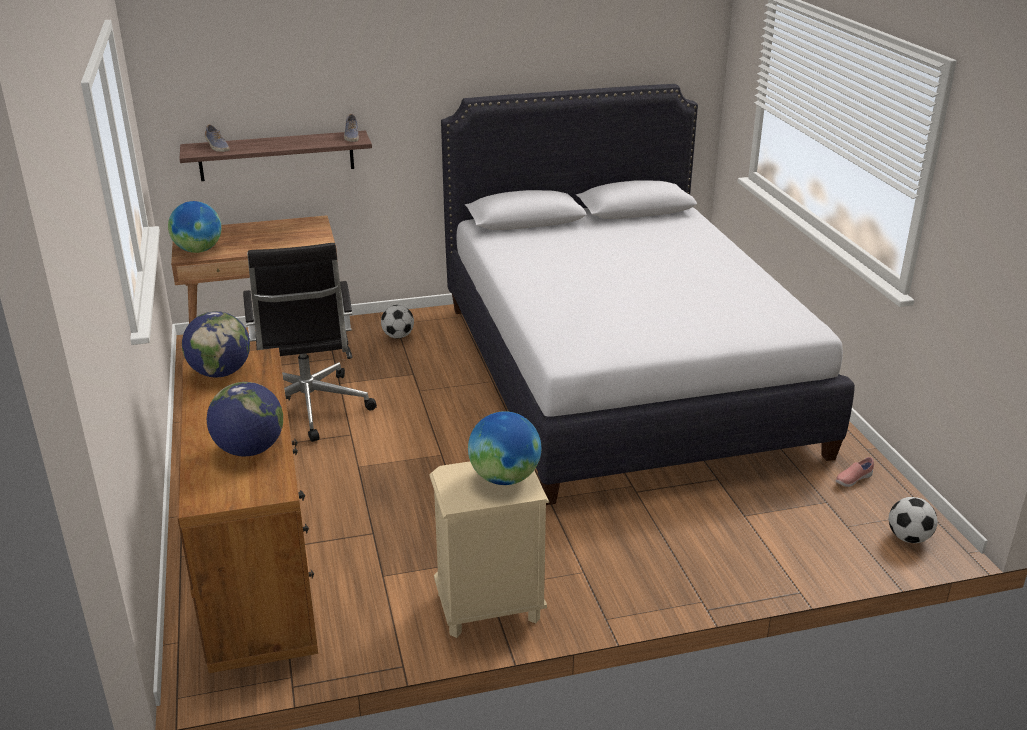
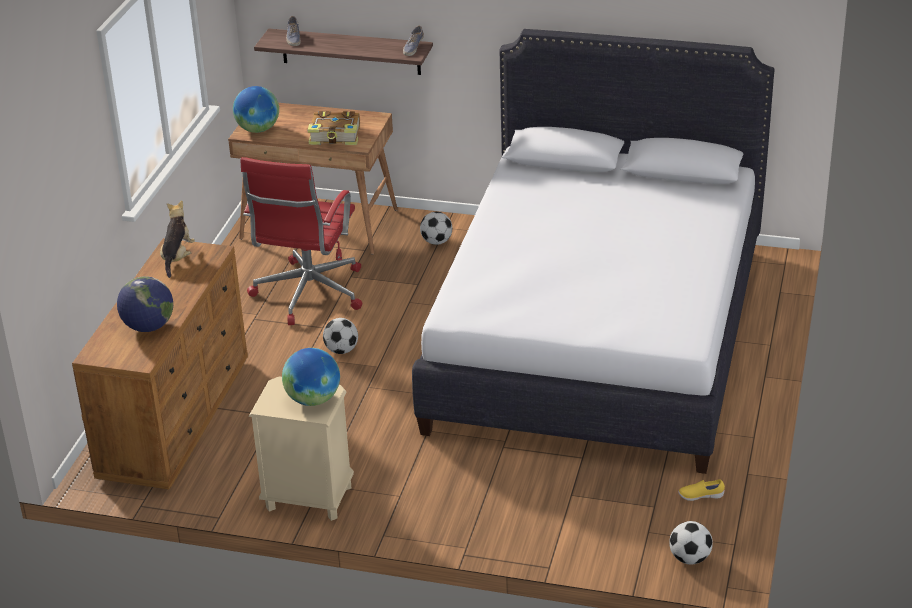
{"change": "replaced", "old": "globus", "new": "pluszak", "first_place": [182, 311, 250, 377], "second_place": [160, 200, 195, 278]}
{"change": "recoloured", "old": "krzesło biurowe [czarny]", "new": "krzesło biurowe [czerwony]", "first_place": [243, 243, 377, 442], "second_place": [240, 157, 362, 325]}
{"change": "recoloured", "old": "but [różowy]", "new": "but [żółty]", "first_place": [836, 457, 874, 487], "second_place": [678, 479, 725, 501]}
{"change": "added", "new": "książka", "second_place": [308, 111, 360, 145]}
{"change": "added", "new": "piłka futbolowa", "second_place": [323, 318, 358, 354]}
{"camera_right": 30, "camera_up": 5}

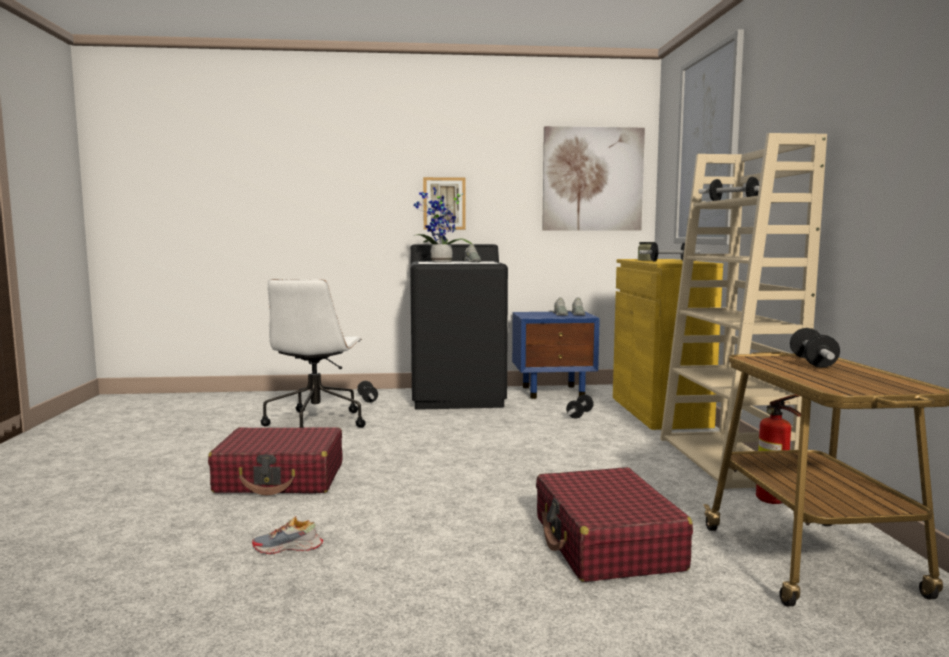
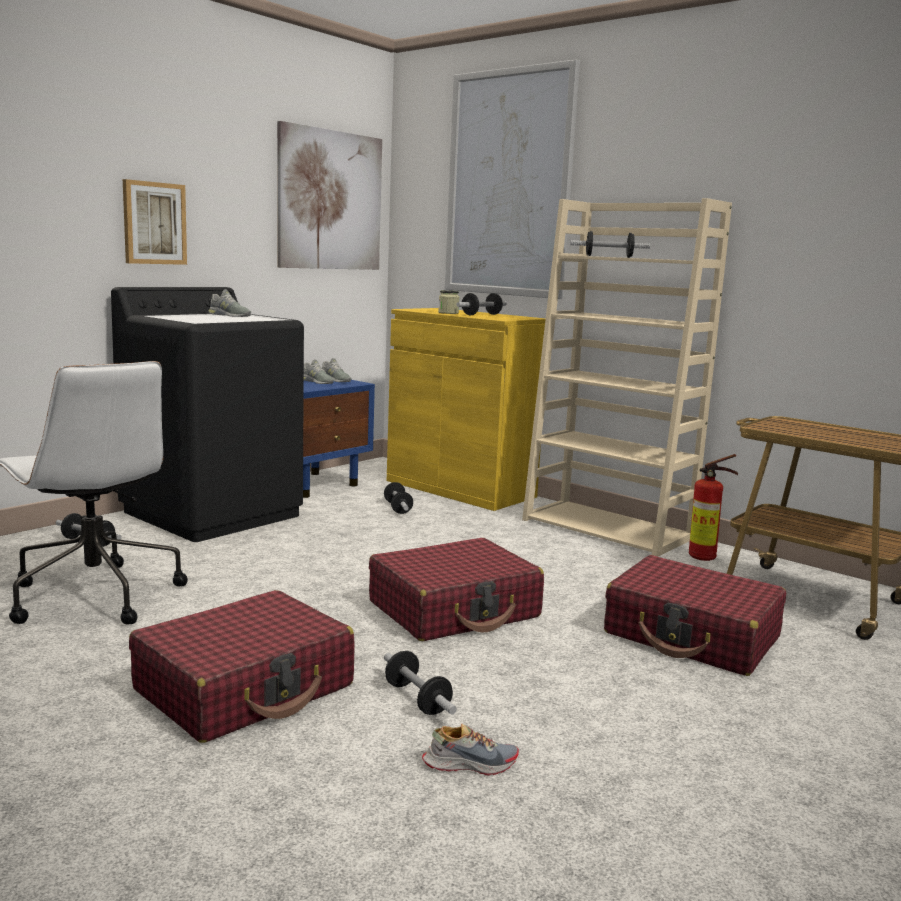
{"change": "turned", "old": "but", "first_place": [252, 516, 323, 554], "second_place": [422, 723, 519, 775], "degrees": -135}
{"change": "removed", "old": "roślina doniczkowa", "first_place": [413, 187, 472, 263]}
{"change": "moved", "old": "hantel", "first_place": [790, 328, 840, 368], "second_place": [384, 651, 457, 715]}
{"change": "added", "new": "walizka [czerwony]", "second_place": [369, 538, 544, 641]}
{"camera_right": -45, "camera_up": 5}

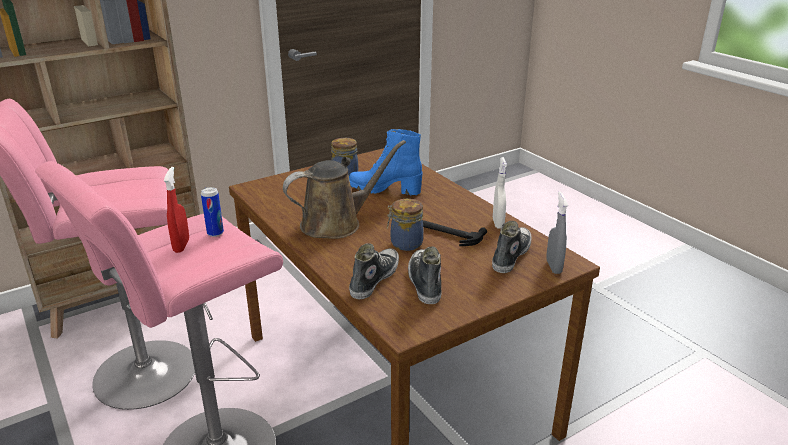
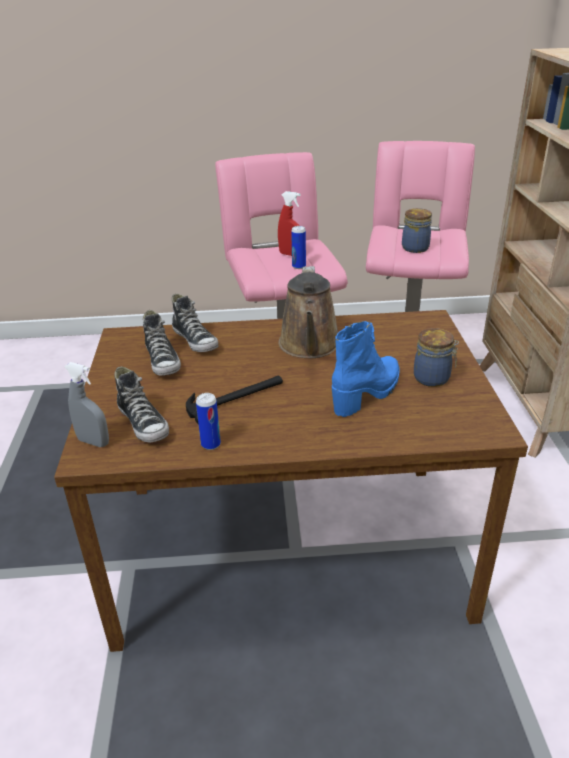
{"change": "moved", "old": "słoik", "first_place": [387, 199, 423, 251], "second_place": [402, 208, 432, 253]}
{"change": "turned", "old": "but", "first_place": [408, 246, 442, 304], "second_place": [143, 310, 181, 376], "degrees": 45}
{"change": "replaced", "old": "spryskiwacz [biały]", "new": "puszka", "first_place": [493, 157, 507, 229], "second_place": [196, 393, 221, 450]}
{"camera_right": 120, "camera_up": 5}

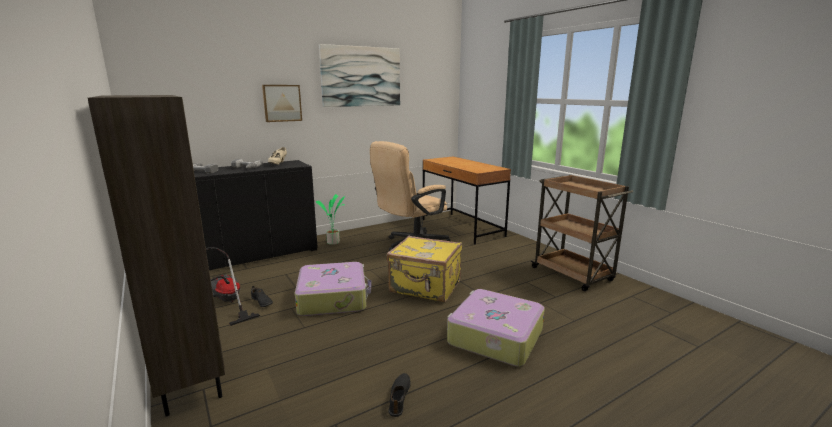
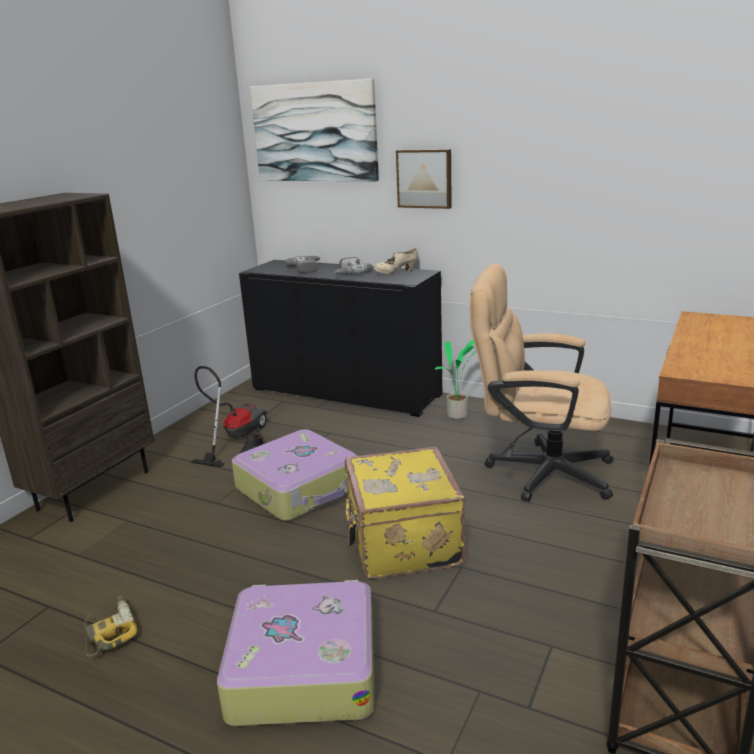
{"change": "moved", "old": "obraz", "first_place": [319, 44, 400, 107], "second_place": [250, 79, 379, 181]}
{"change": "replaced", "old": "but [czarny]", "new": "wiertarka", "first_place": [388, 373, 411, 417], "second_place": [84, 596, 137, 657]}
{"camera_right": 60, "camera_up": 5}

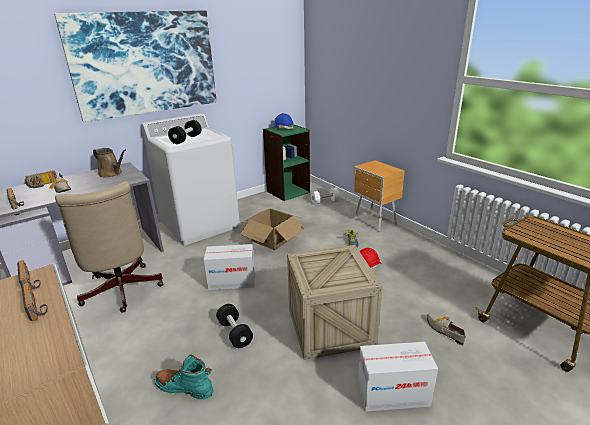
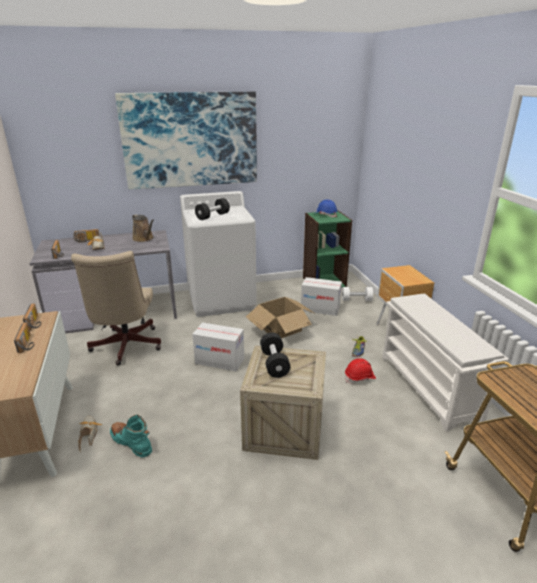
{"change": "moved", "old": "hantel [czarny]", "first_place": [216, 304, 253, 348], "second_place": [260, 332, 290, 378]}
{"change": "moved", "old": "karton", "first_place": [358, 342, 438, 412], "second_place": [301, 277, 342, 316]}
{"change": "moved", "old": "but", "first_place": [427, 313, 465, 346], "second_place": [78, 416, 102, 452]}
{"change": "added", "new": "regał na buty [biały]", "second_place": [382, 294, 509, 432]}
{"camera_right": 20, "camera_up": 0}

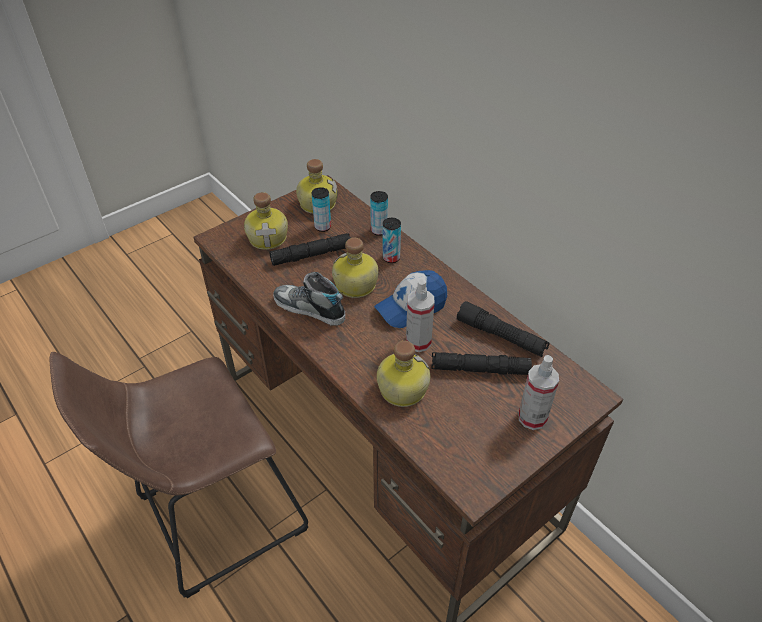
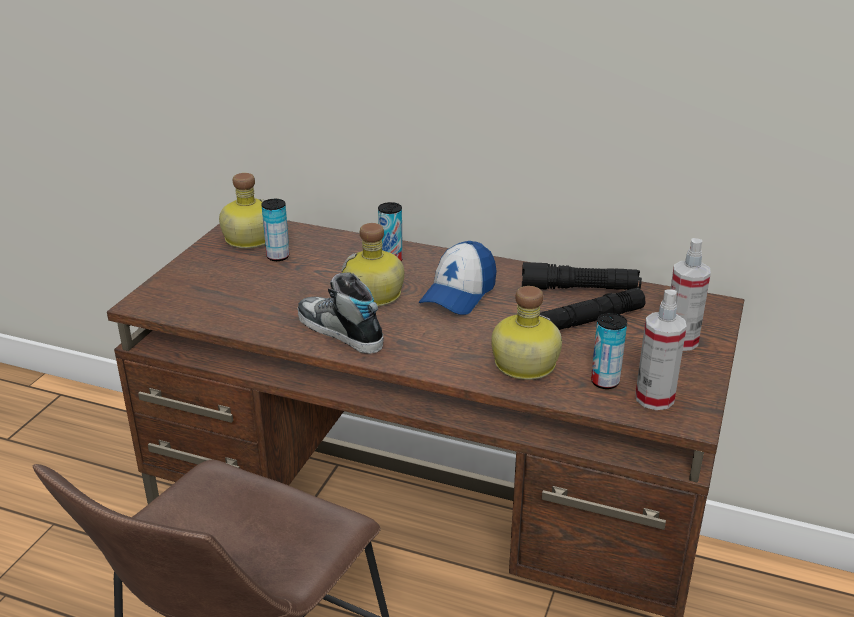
{"change": "removed", "old": "butelka", "first_place": [244, 192, 288, 250]}
{"change": "removed", "old": "latarka [czarny]", "first_place": [269, 233, 351, 266]}
{"change": "turned", "old": "but", "first_place": [273, 272, 345, 326], "second_place": [297, 273, 384, 354], "degrees": 45}
{"change": "moved", "old": "puszka", "first_place": [370, 191, 388, 236], "second_place": [591, 313, 627, 389]}
{"change": "moved", "old": "spryskiwacz", "first_place": [406, 279, 435, 352], "second_place": [636, 289, 687, 410]}
{"camera_right": -30, "camera_up": -15}

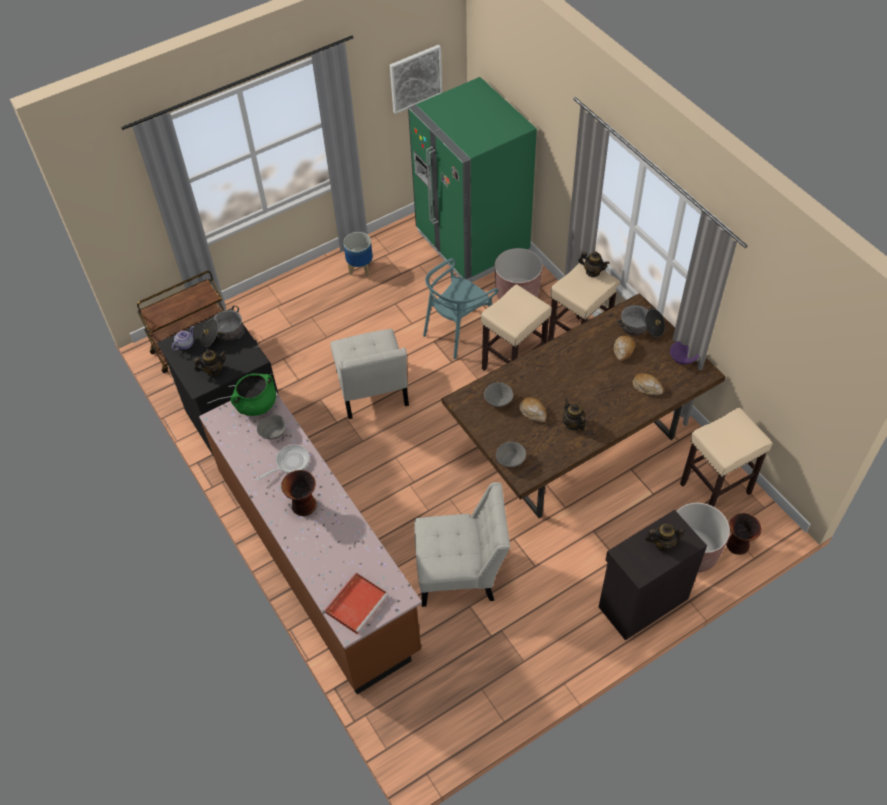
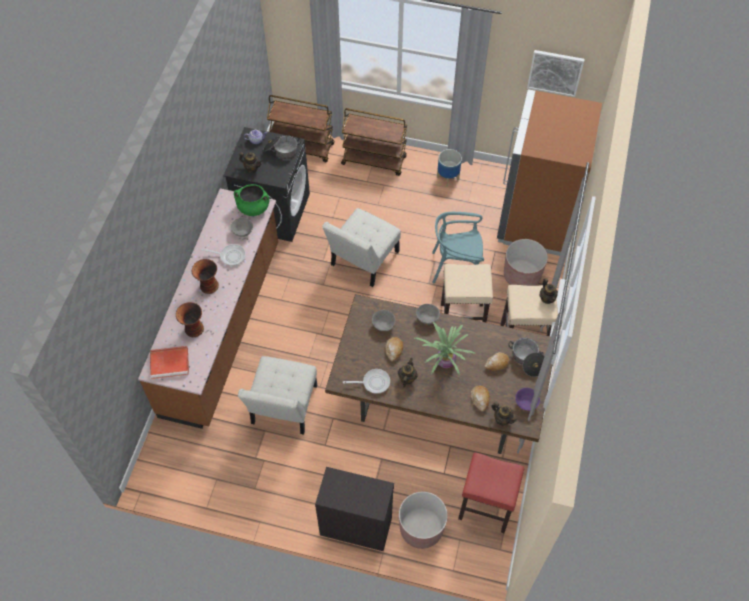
{"change": "recoloured", "old": "lodówka [zielony]", "new": "lodówka [brązowy]", "first_place": [408, 77, 537, 282], "second_place": [497, 89, 602, 256]}
{"change": "turned", "old": "krzesło [biały]", "first_place": [414, 482, 510, 607], "second_place": [238, 356, 317, 435], "degrees": 60}
{"change": "moved", "old": "miska [szary]", "first_place": [496, 442, 526, 467], "second_place": [416, 304, 440, 324]}
{"change": "moved", "old": "imbryk", "first_place": [645, 524, 686, 551], "second_place": [491, 402, 517, 425]}
{"change": "recoloured", "old": "stołek [beżowy]", "new": "stołek [czerwony]", "first_place": [680, 407, 773, 507], "second_place": [458, 452, 524, 533]}
{"change": "moved", "old": "wazon", "first_place": [726, 513, 762, 555], "second_place": [176, 302, 204, 337]}
{"change": "added", "new": "wózek [brązowy]", "second_place": [341, 108, 407, 176]}
{"change": "added", "new": "patelnia", "second_place": [343, 369, 390, 394]}
{"change": "added", "new": "roślina doniczkowa", "second_place": [415, 322, 475, 376]}
{"camera_right": 45, "camera_up": 5}

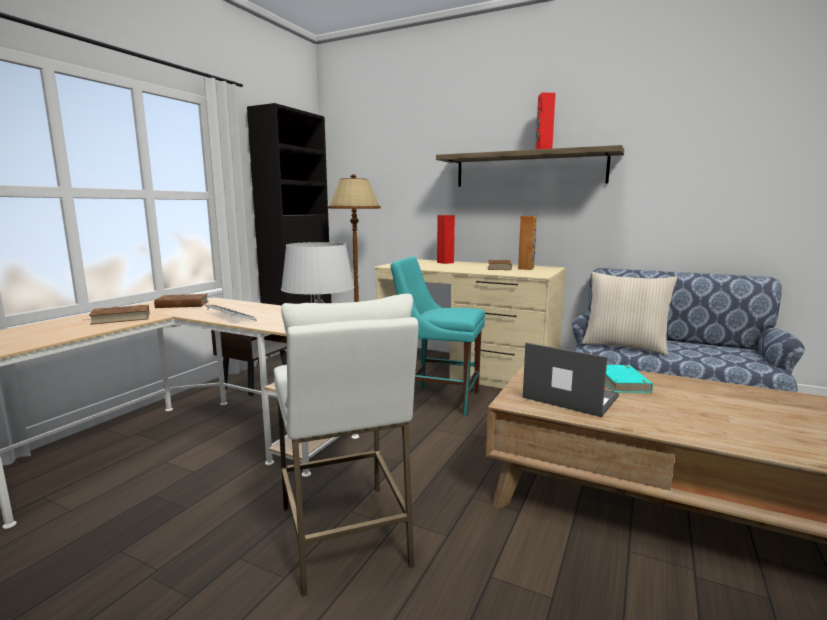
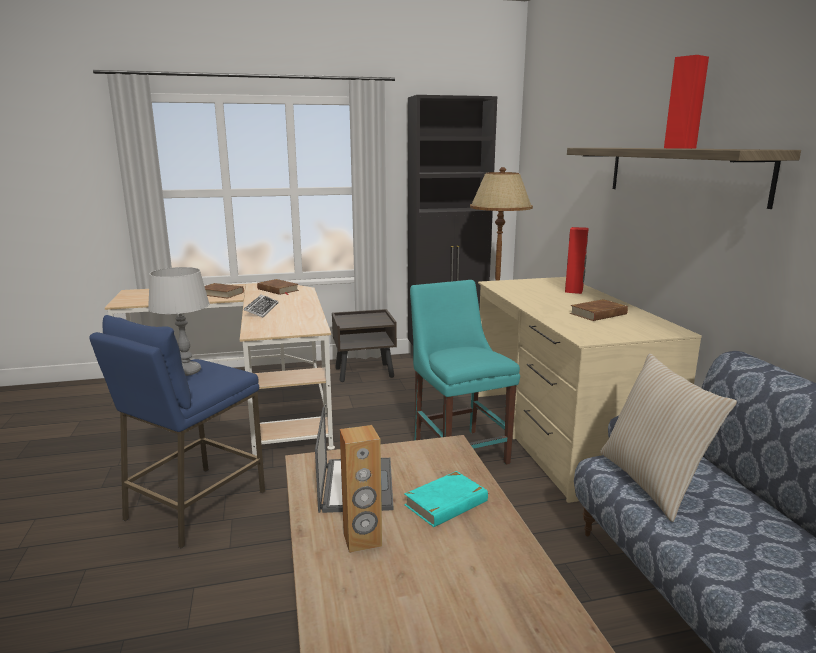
{"change": "recoloured", "old": "stołek [biały]", "new": "stołek [niebieski]", "first_place": [274, 294, 419, 596], "second_place": [89, 315, 265, 548]}
{"change": "moved", "old": "głośnik [brązowy]", "first_place": [518, 216, 537, 270], "second_place": [340, 425, 382, 553]}
{"camera_right": 50, "camera_up": 5}

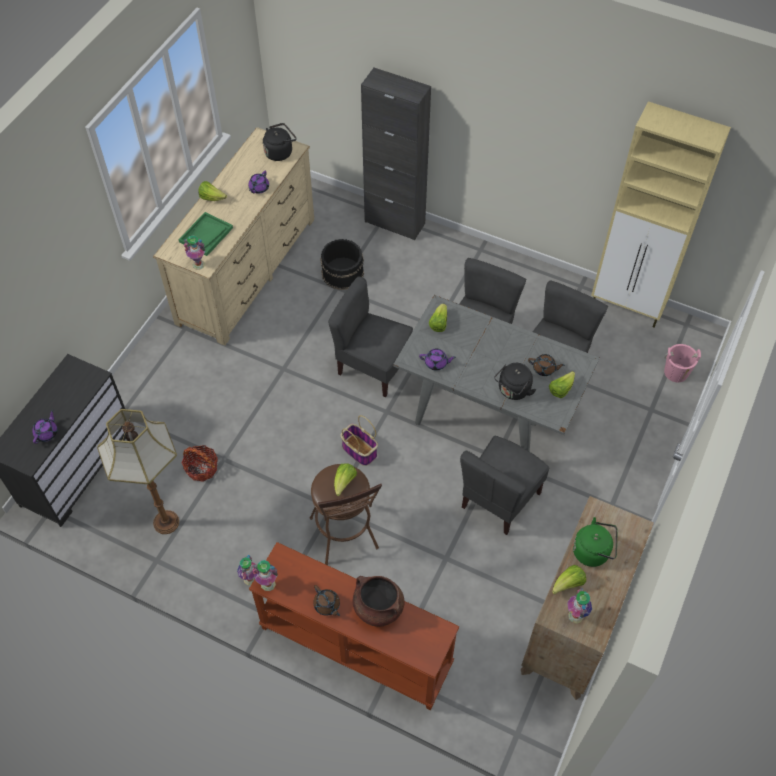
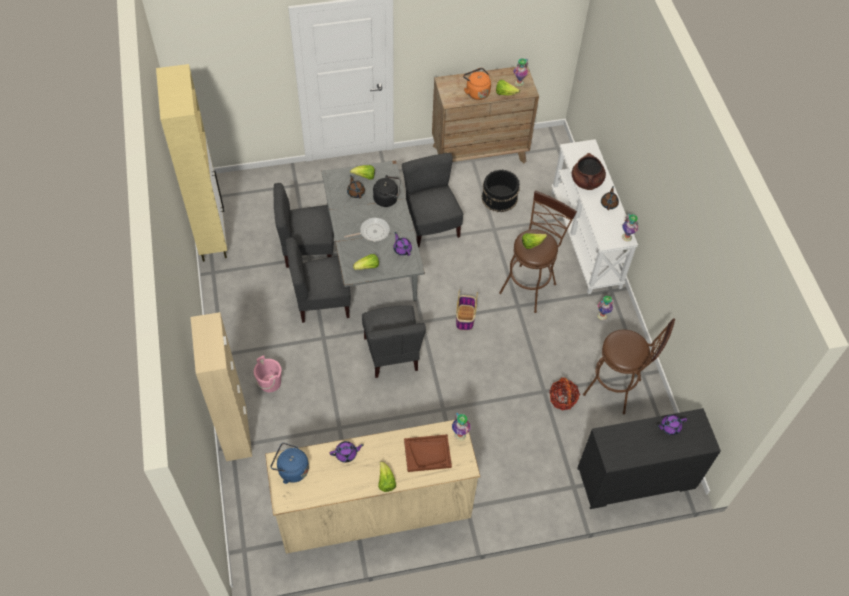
{"change": "replaced", "old": "lampa stojąca", "new": "stołek [brązowy]", "first_place": [97, 409, 179, 534], "second_place": [583, 318, 675, 414]}
{"change": "recoloured", "old": "taca [zielony]", "new": "taca [brązowy]", "first_place": [179, 212, 233, 256], "second_place": [404, 434, 452, 472]}
{"change": "recoloured", "old": "stolik konsolowy [brązowy]", "new": "stolik konsolowy [biały]", "first_place": [249, 542, 459, 711], "second_place": [551, 139, 638, 294]}
{"change": "recoloured", "old": "czajnik [czarny]", "new": "czajnik [niebieski]", "first_place": [263, 123, 296, 161], "second_place": [271, 443, 309, 484]}
{"change": "moved", "old": "wiadro [czarny]", "first_place": [320, 239, 364, 290], "second_place": [482, 170, 520, 212]}
{"change": "recoloured", "old": "szafka [czarny]", "new": "szafka [beżowy]", "first_place": [361, 68, 431, 241], "second_place": [190, 312, 252, 461]}
{"change": "turned", "old": "krzesło [szary]", "first_place": [460, 436, 549, 535], "second_place": [402, 153, 463, 247], "degrees": -105}
{"change": "recoloured", "old": "czajnik [zielony]", "new": "czajnik [pomarańczowy]", "first_place": [573, 517, 618, 567], "second_place": [463, 68, 491, 100]}
{"change": "moved", "old": "wiadro [różowy]", "first_place": [664, 344, 701, 382], "second_place": [254, 356, 281, 392]}
{"change": "added", "new": "patelnia", "second_place": [344, 218, 390, 241]}
{"camera_right": -130, "camera_up": 0}

